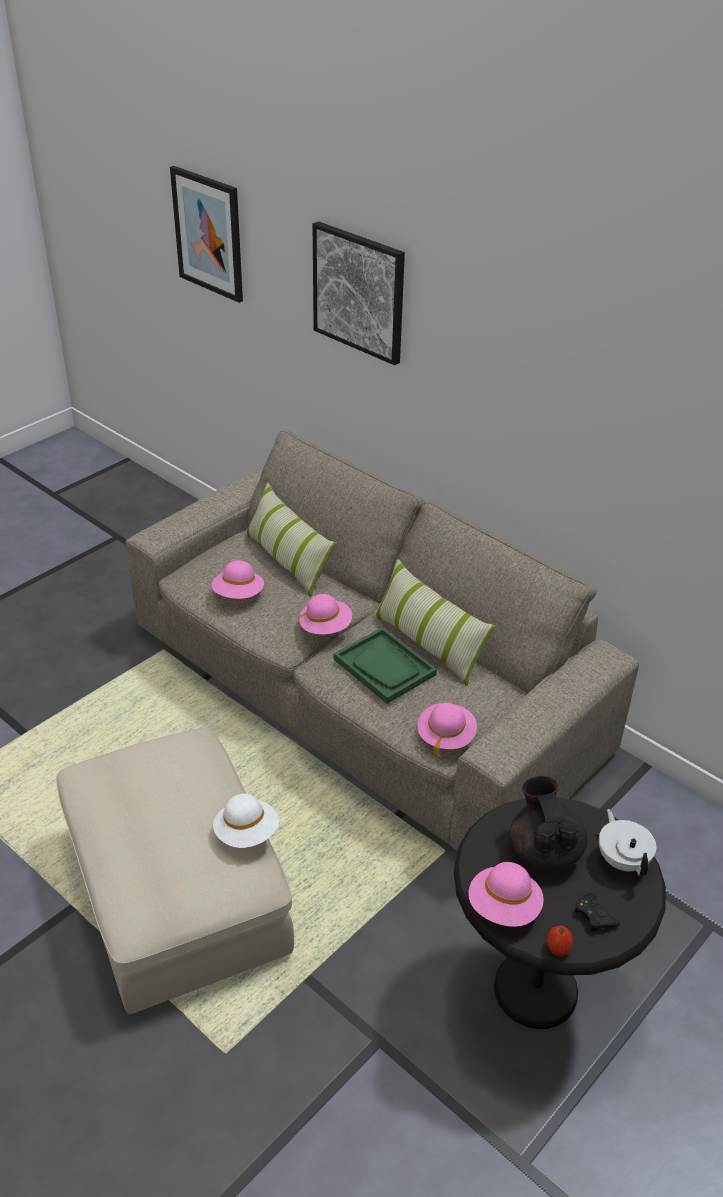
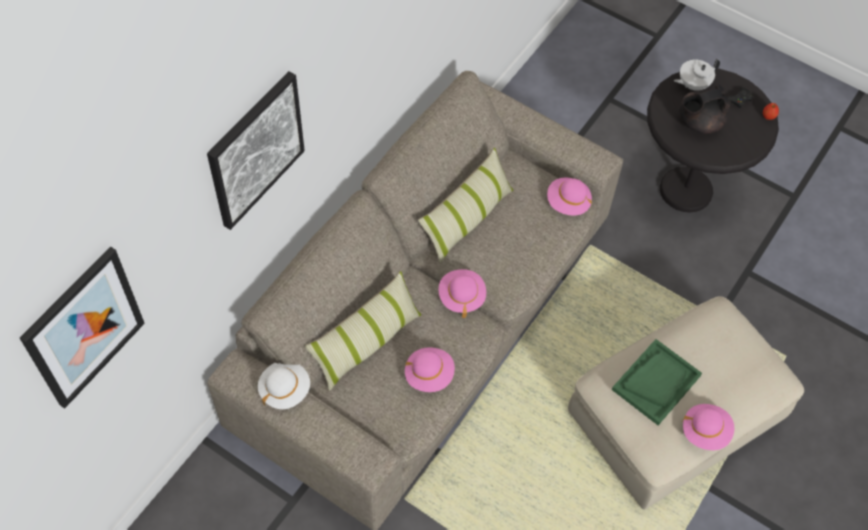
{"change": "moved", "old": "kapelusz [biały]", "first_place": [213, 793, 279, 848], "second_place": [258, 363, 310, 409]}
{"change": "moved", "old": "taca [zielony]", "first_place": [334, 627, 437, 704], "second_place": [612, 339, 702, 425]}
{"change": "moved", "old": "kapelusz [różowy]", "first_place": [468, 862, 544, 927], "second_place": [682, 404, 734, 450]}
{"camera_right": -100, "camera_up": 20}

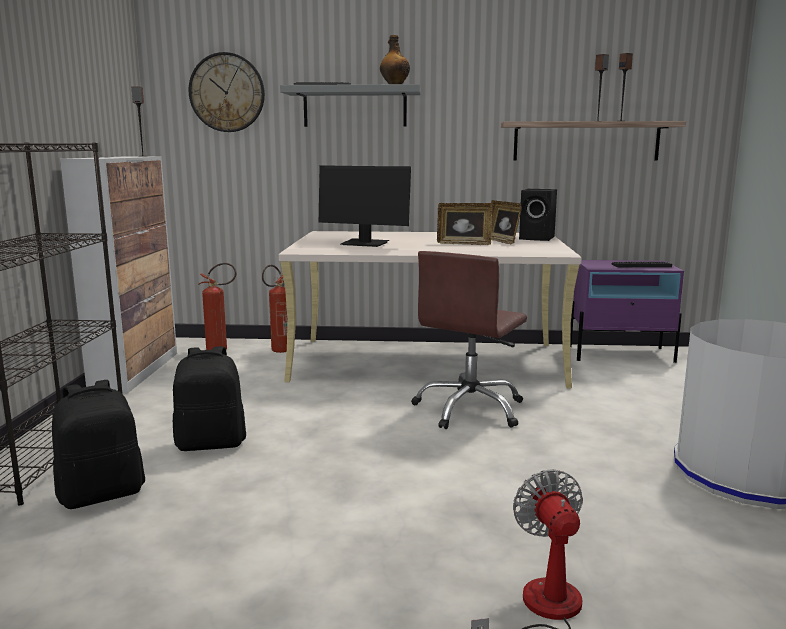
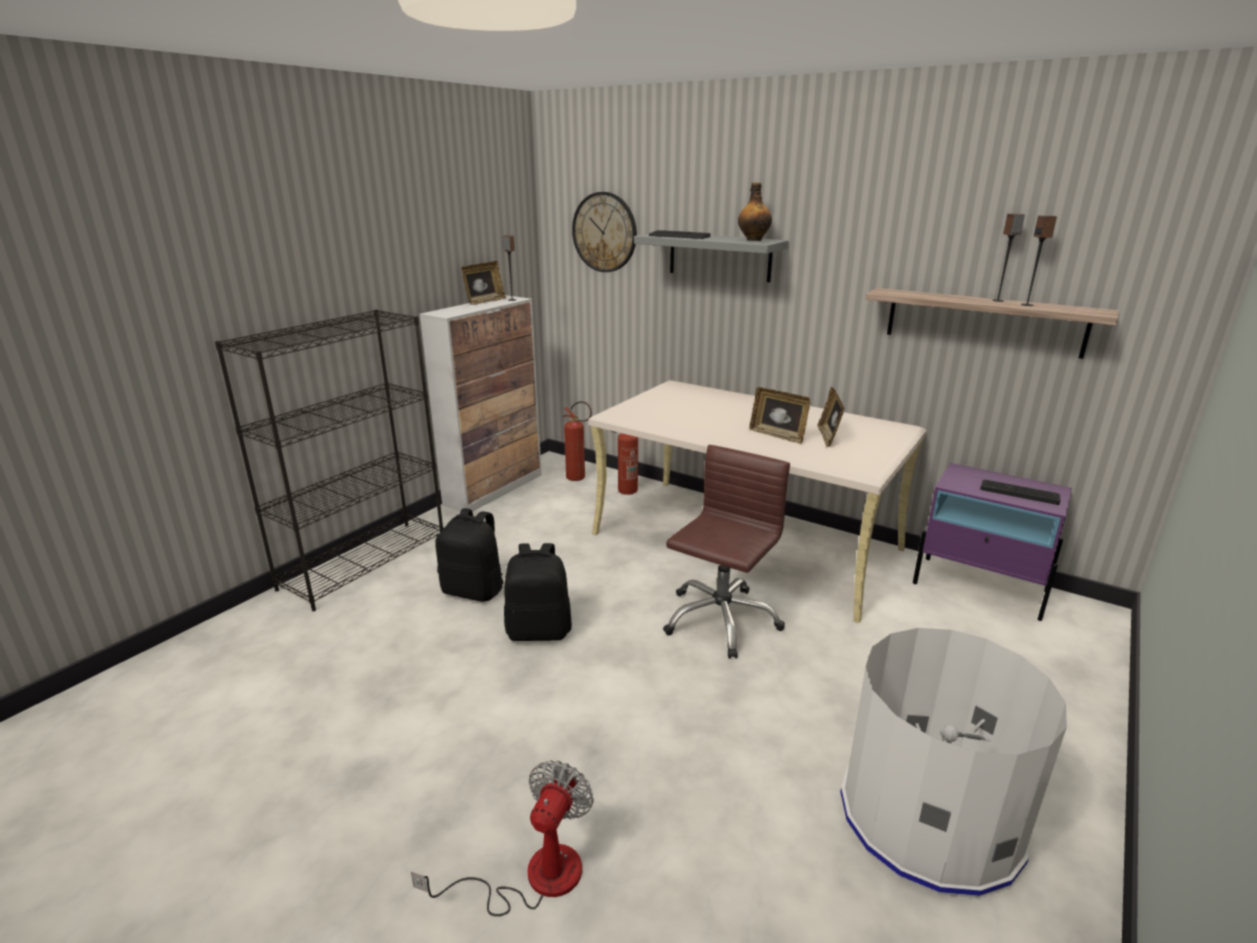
{"change": "moved", "old": "plecak [czarny]", "first_place": [52, 380, 145, 509], "second_place": [504, 543, 572, 641]}
{"change": "removed", "old": "monitor", "first_place": [319, 165, 411, 247]}
{"change": "turned", "old": "krzesło biurowe [brązowy]", "first_place": [411, 251, 527, 429], "second_place": [663, 445, 790, 659], "degrees": 150}
{"change": "removed", "old": "głośnik [czarny]", "first_place": [519, 189, 557, 241]}
{"change": "added", "new": "ramka na zdjęcie", "second_place": [461, 261, 506, 305]}
{"camera_right": 30, "camera_up": 10}

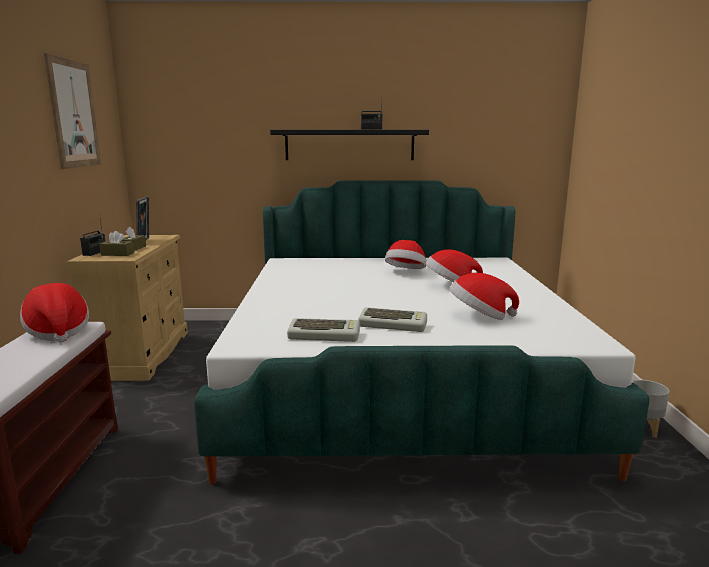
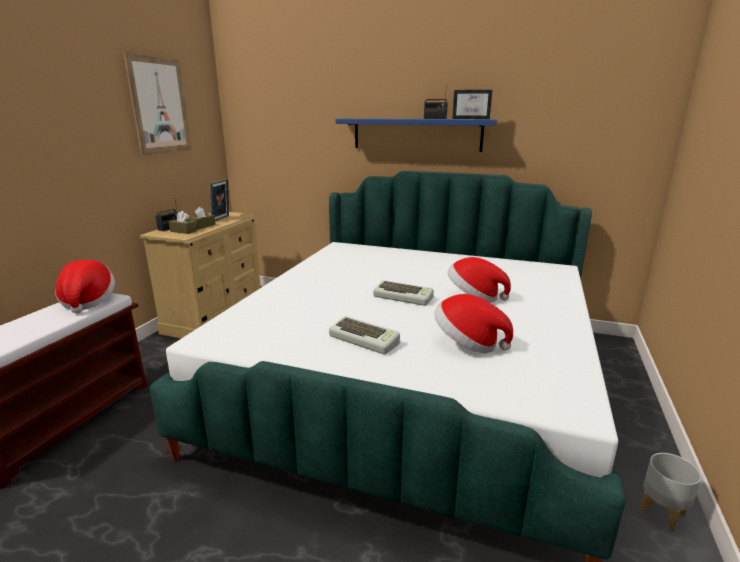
{"change": "recoloured", "old": "półka [czarny]", "new": "półka [niebieski]", "first_place": [270, 130, 429, 160], "second_place": [335, 118, 497, 152]}
{"change": "moved", "old": "klawiatura", "first_place": [287, 318, 360, 342], "second_place": [373, 280, 434, 306]}
{"change": "removed", "old": "kapelusz", "first_place": [385, 240, 427, 269]}
{"change": "added", "new": "ramka na zdjęcie", "second_place": [453, 90, 492, 119]}
{"camera_right": 20, "camera_up": 5}

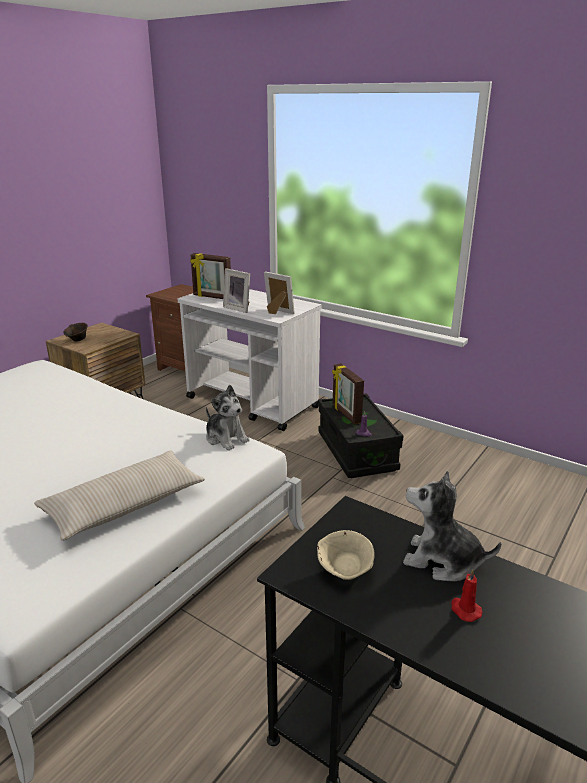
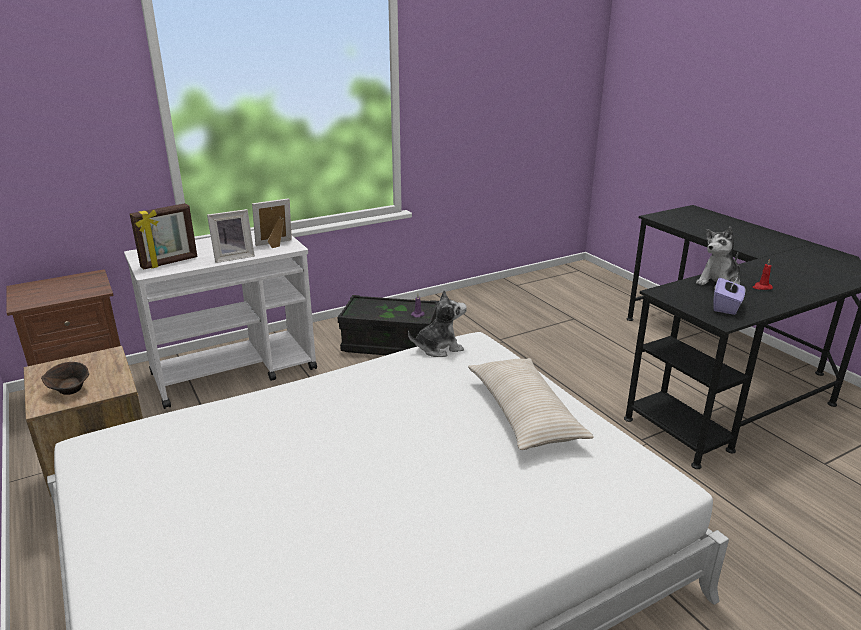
{"change": "replaced", "old": "miska [beżowy]", "new": "pudełko chusteczek [fioletowy]", "first_place": [317, 530, 375, 580], "second_place": [713, 277, 745, 315]}
{"change": "removed", "old": "ramka na zdjęcie", "first_place": [332, 363, 364, 425]}
{"camera_right": -65, "camera_up": 0}

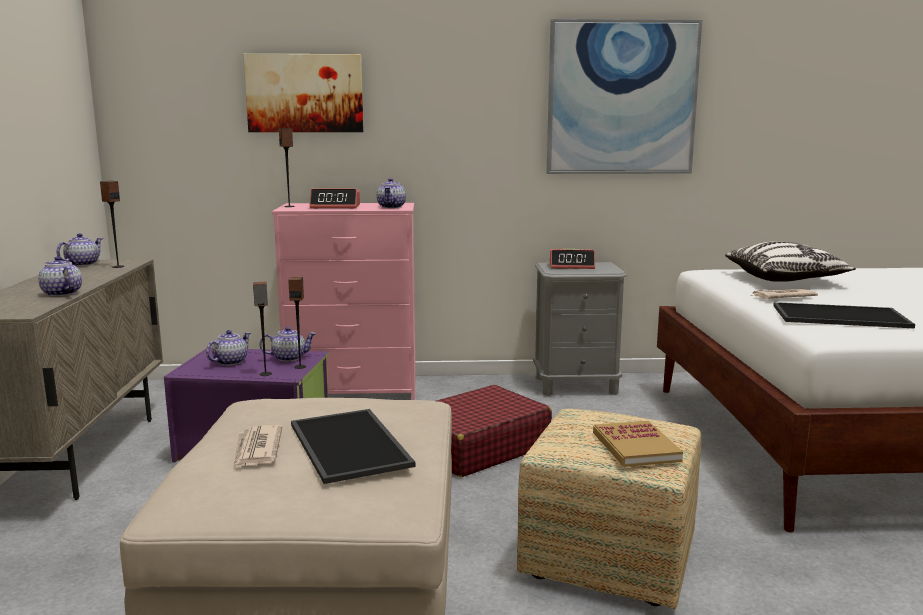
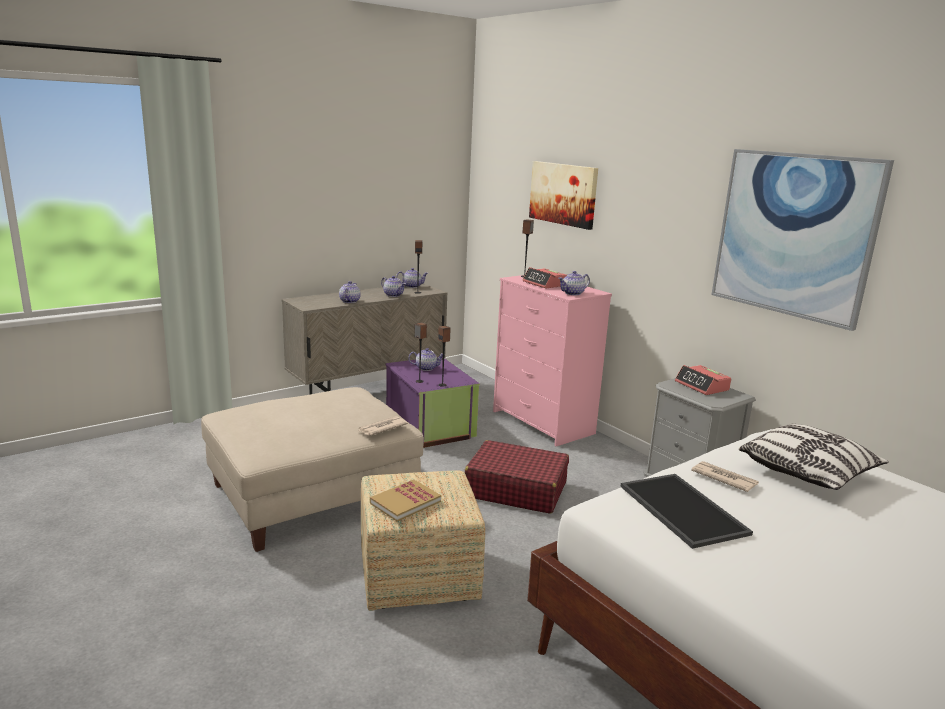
{"change": "moved", "old": "gazeta", "first_place": [233, 425, 282, 469], "second_place": [358, 416, 408, 436]}
{"change": "moved", "old": "imbryk", "first_place": [259, 327, 316, 362], "second_place": [381, 276, 406, 297]}
{"change": "removed", "old": "taca", "first_place": [291, 409, 415, 484]}
{"camera_right": 55, "camera_up": 5}

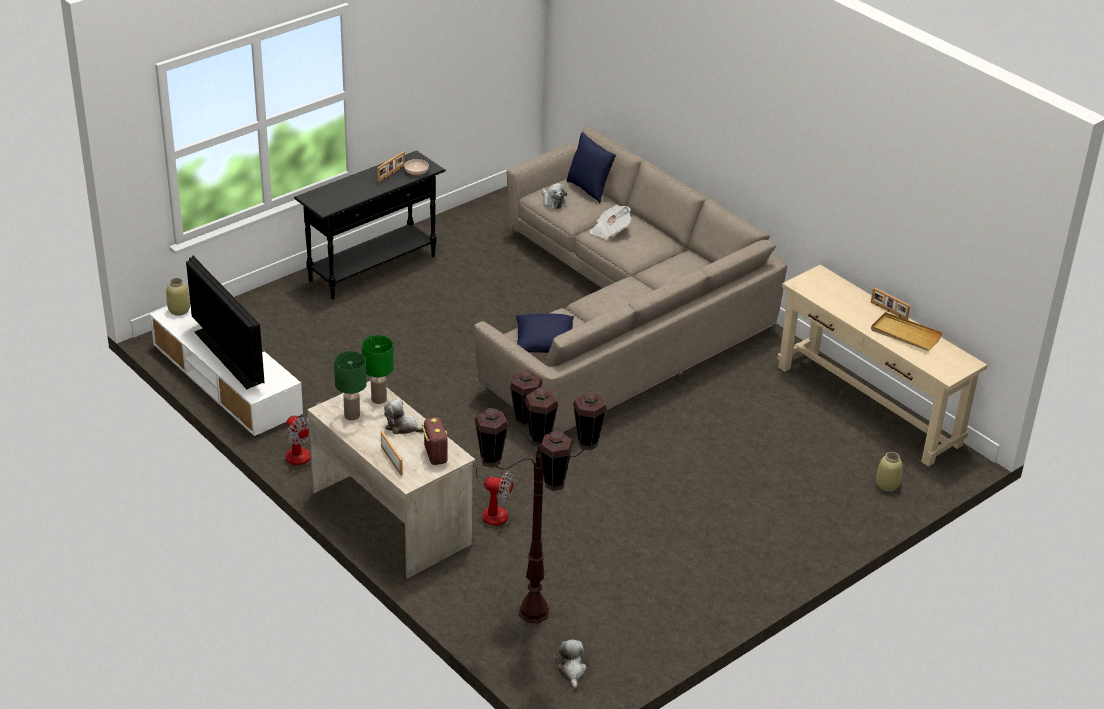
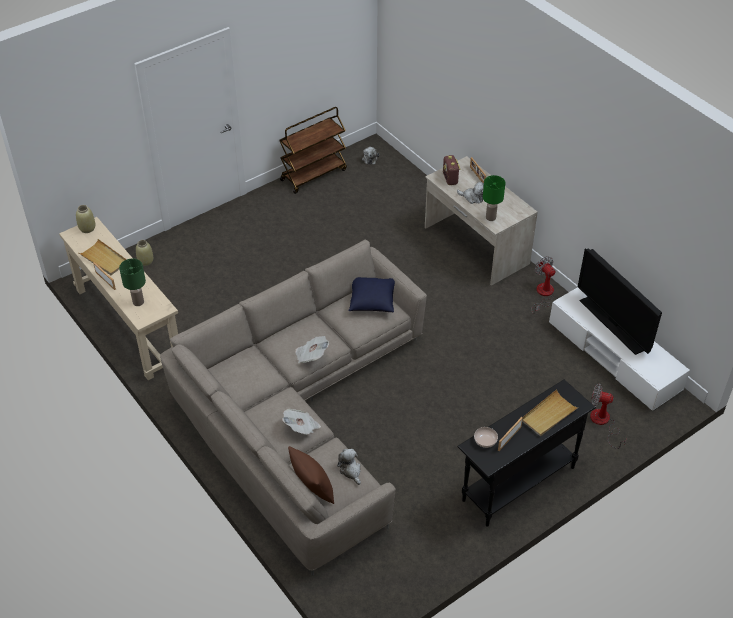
{"change": "moved", "old": "wazon [beżowy]", "first_place": [166, 278, 190, 316], "second_place": [76, 205, 96, 233]}
{"change": "moved", "old": "lampa stołowa [zielony]", "first_place": [334, 351, 367, 420], "second_place": [119, 259, 146, 306]}
{"change": "moved", "old": "wentylator", "first_place": [472, 463, 514, 526], "second_place": [590, 384, 627, 449]}
{"change": "removed", "old": "lampa stojąca [brązowy]", "first_place": [474, 370, 607, 624]}
{"change": "recoloured", "old": "poduszka [niebieski]", "new": "poduszka [brązowy]", "first_place": [566, 132, 616, 203], "second_place": [288, 446, 334, 504]}
{"change": "added", "new": "wózek [brązowy]", "second_place": [279, 107, 347, 194]}
{"change": "added", "new": "gazeta", "second_place": [295, 336, 329, 363]}
{"change": "added", "new": "taca [beżowy]", "second_place": [522, 389, 579, 436]}
{"camera_right": -175, "camera_up": 10}

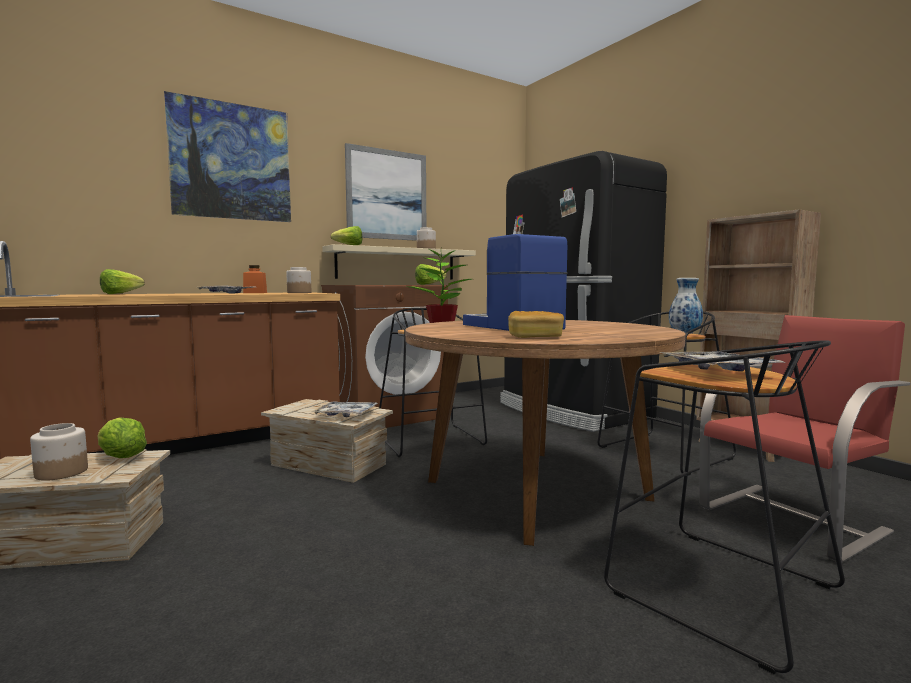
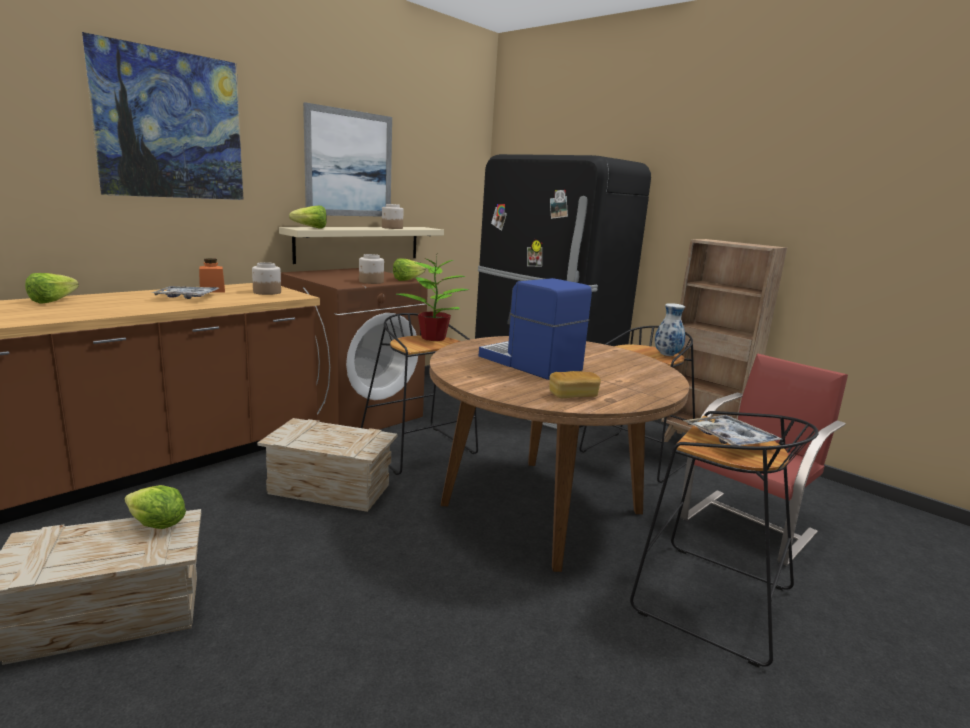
{"change": "moved", "old": "słoik", "first_place": [30, 423, 88, 481], "second_place": [359, 254, 384, 284]}
{"change": "removed", "old": "taca", "first_place": [311, 402, 378, 417]}
{"camera_right": -15, "camera_up": 10}

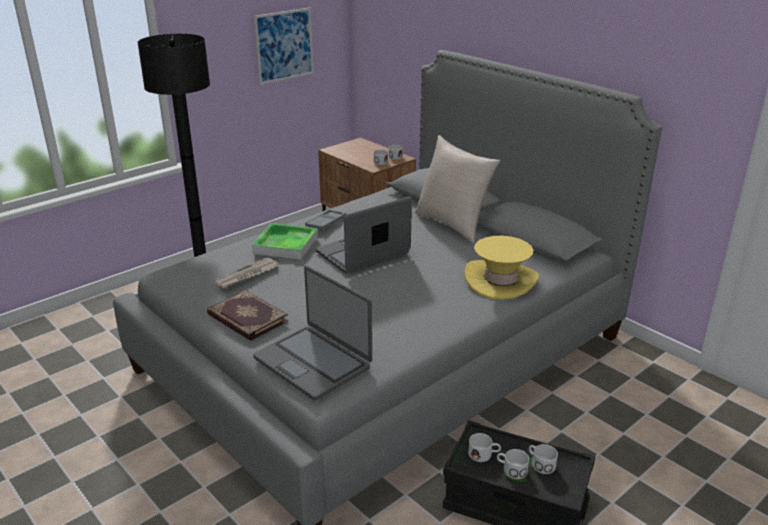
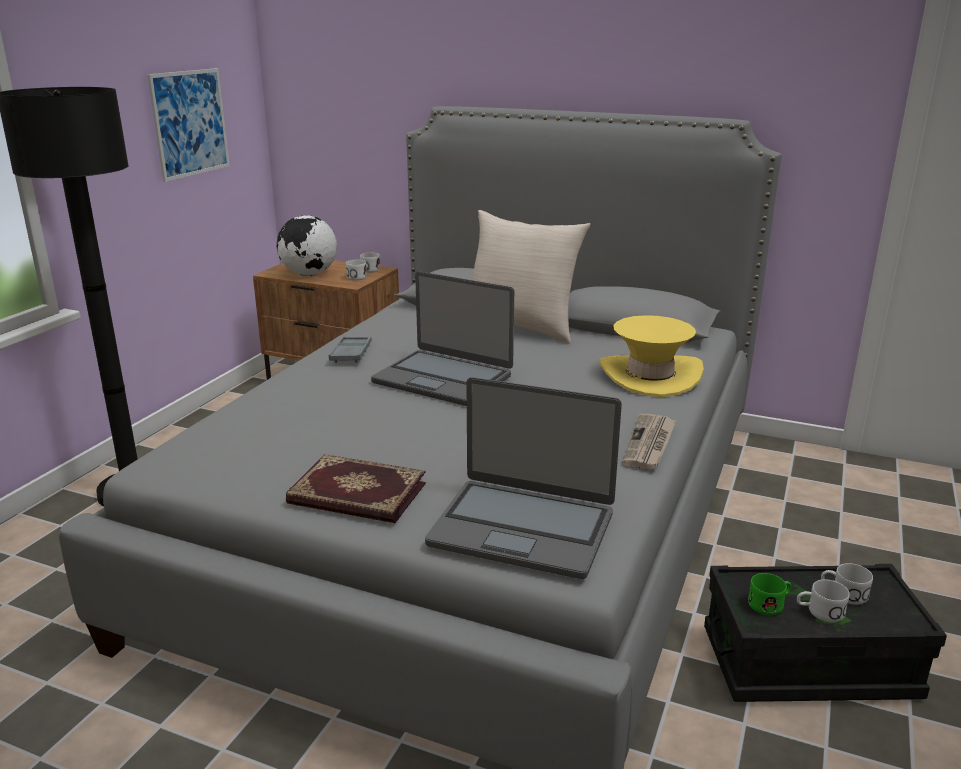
{"change": "moved", "old": "gazeta", "first_place": [214, 257, 278, 289], "second_place": [622, 414, 676, 470]}
{"change": "removed", "old": "taca", "first_place": [252, 223, 318, 260]}
{"change": "turned", "old": "laptop", "first_place": [316, 197, 412, 274], "second_place": [371, 271, 514, 406], "degrees": -90}
{"change": "recoloured", "old": "kubek [biały]", "new": "kubek [zielony]", "first_place": [468, 433, 501, 462], "second_place": [748, 573, 792, 615]}
{"change": "added", "new": "globus", "second_place": [277, 215, 337, 276]}
{"camera_right": -25, "camera_up": -5}

